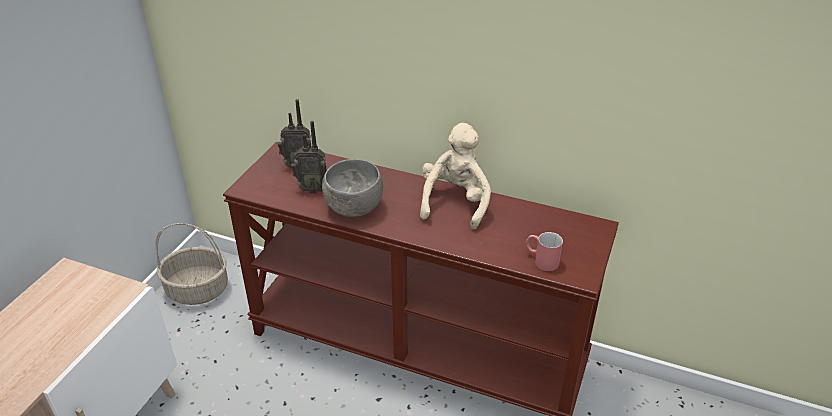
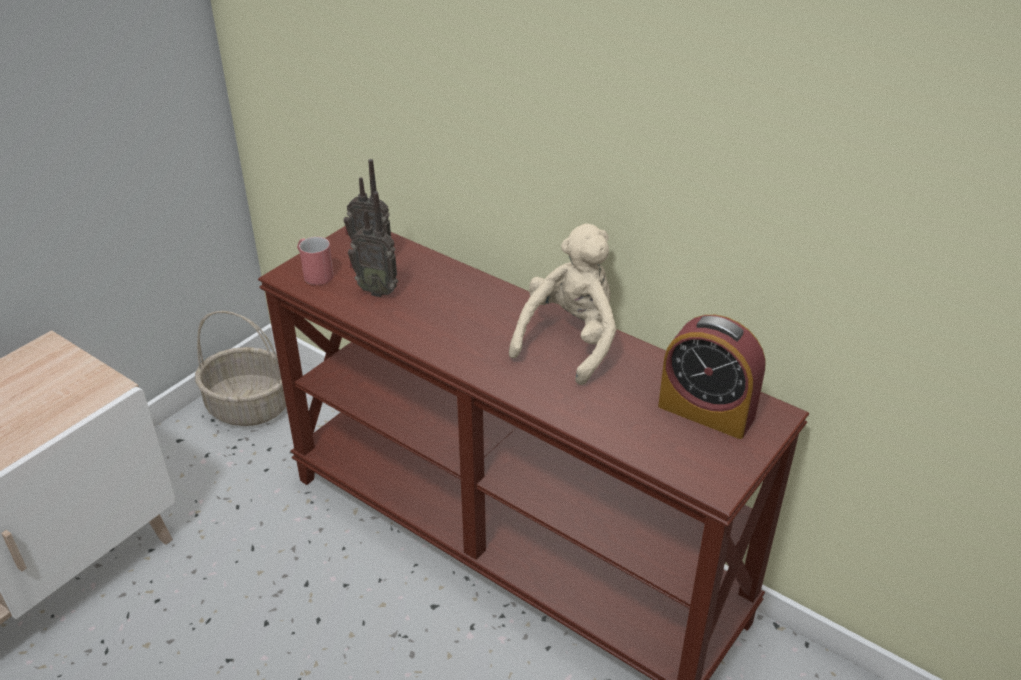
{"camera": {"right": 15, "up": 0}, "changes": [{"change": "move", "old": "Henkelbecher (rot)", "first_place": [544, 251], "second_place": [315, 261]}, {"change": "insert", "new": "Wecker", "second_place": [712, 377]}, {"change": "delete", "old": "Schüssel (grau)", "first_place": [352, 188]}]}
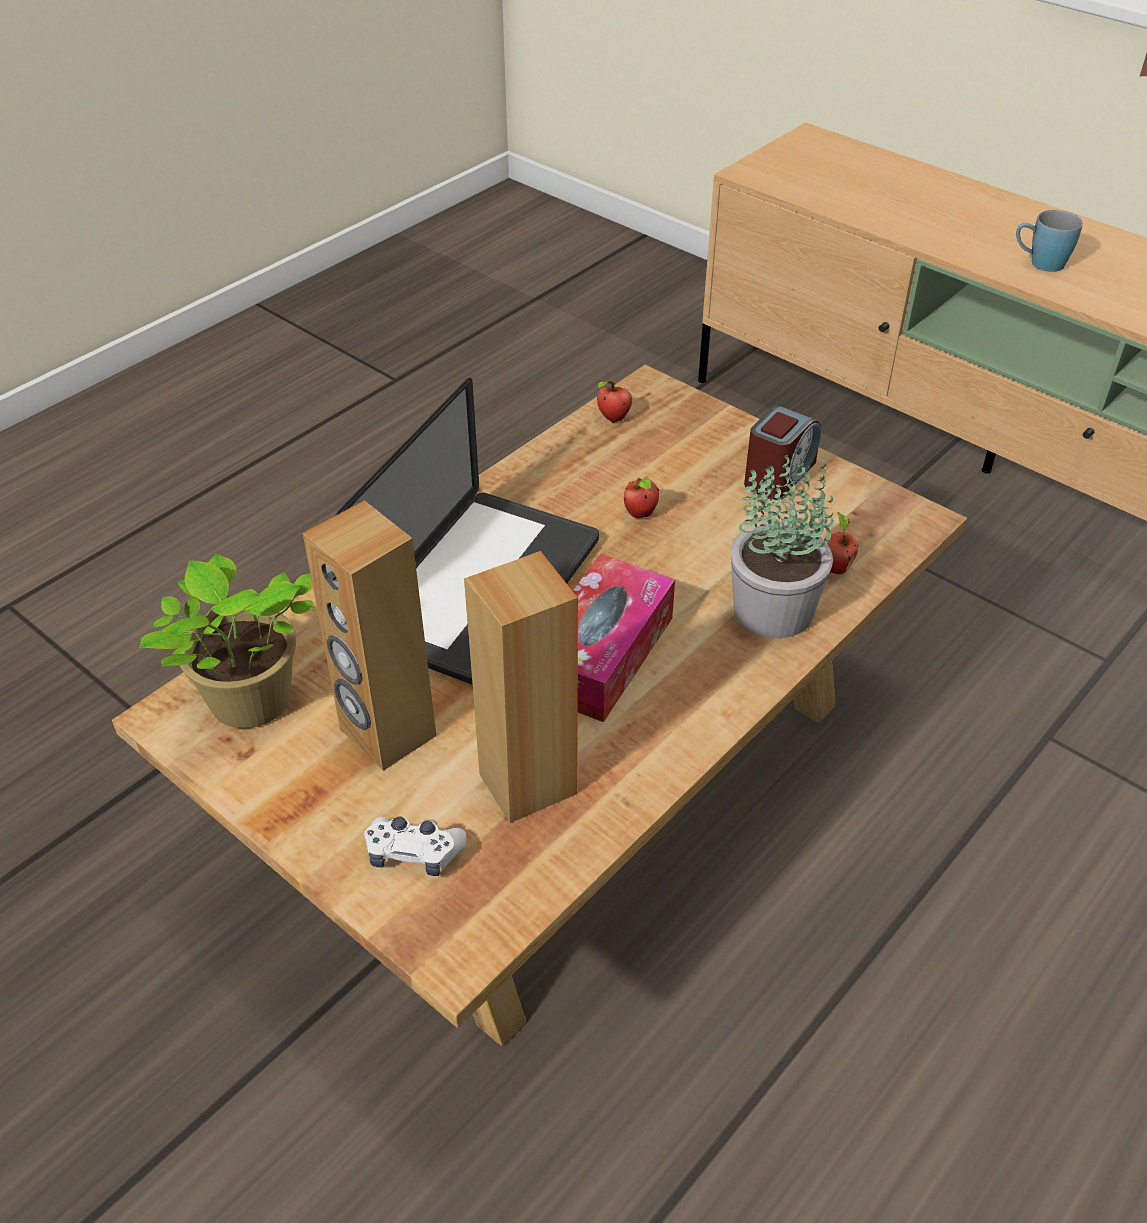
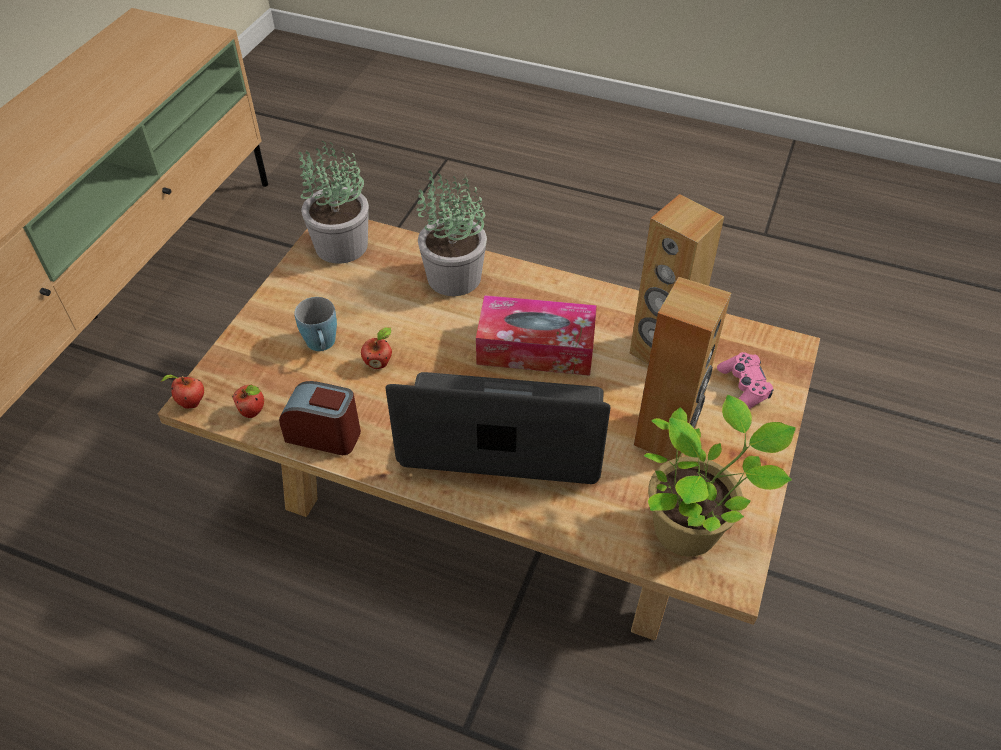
{"camera": {"right": -110, "up": 5}, "changes": [{"change": "move", "old": "Apfel", "first_place": [841, 543], "second_place": [182, 391]}, {"change": "move", "old": "Wecker", "first_place": [782, 452], "second_place": [320, 418]}, {"change": "move", "old": "Henkelbecher (blau)", "first_place": [1049, 241], "second_place": [316, 324]}, {"change": "insert", "new": "Topfpflanze", "second_place": [333, 202]}, {"change": "recolor", "old": "Gamepad (weiß)", "new": "Gamepad (rosa)", "first_place": [415, 846], "second_place": [745, 380]}]}
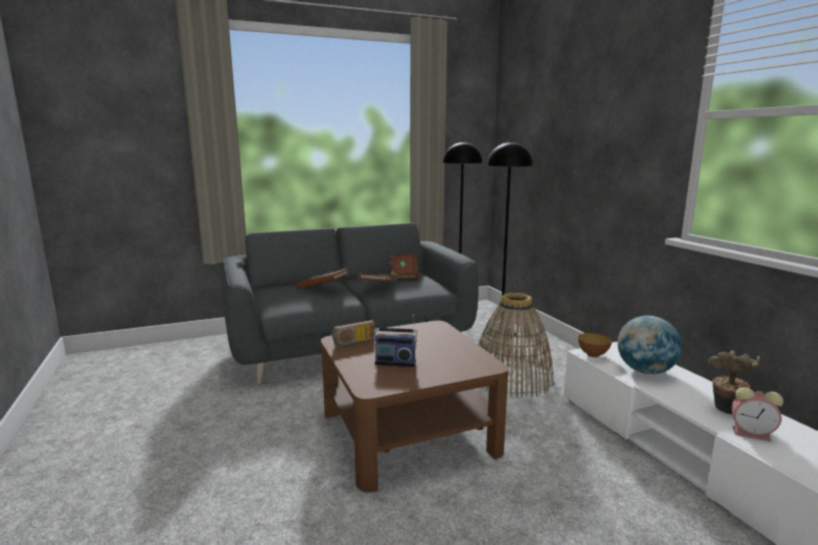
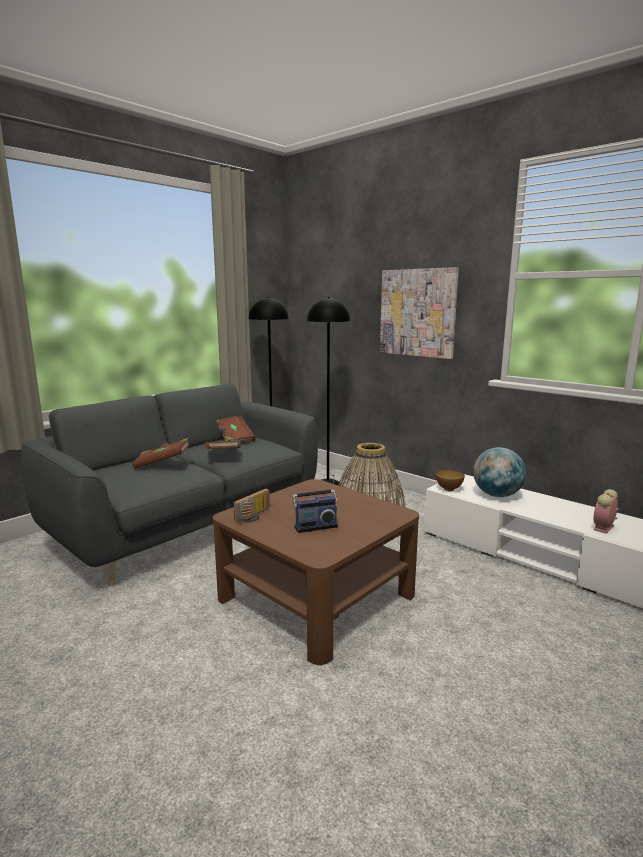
{"camera": {"right": -25, "up": 0}, "changes": [{"change": "insert", "new": "Bild", "second_place": [419, 313]}, {"change": "rotate", "old": "Wecker", "first_place": [757, 414], "second_place": [606, 511], "degrees": 135}, {"change": "delete", "old": "Topfpflanze", "first_place": [734, 382]}]}
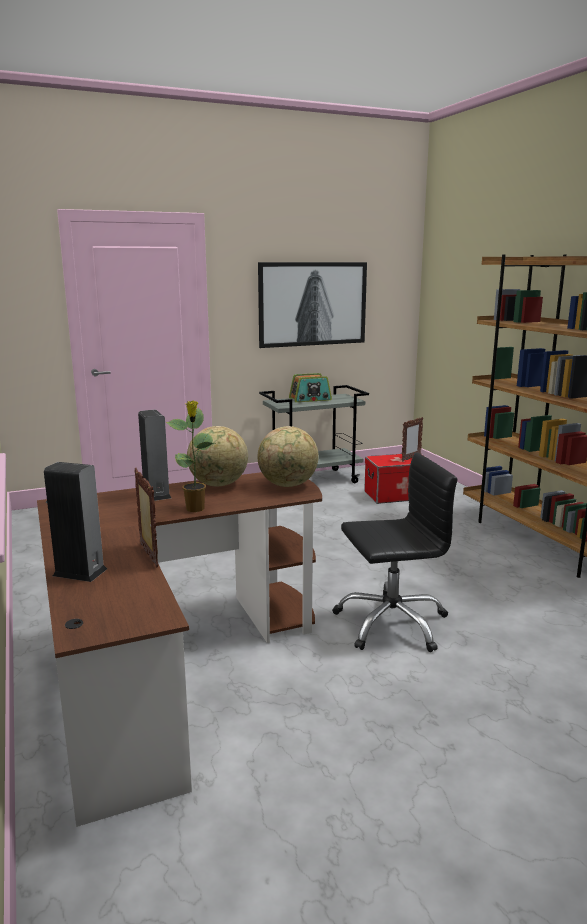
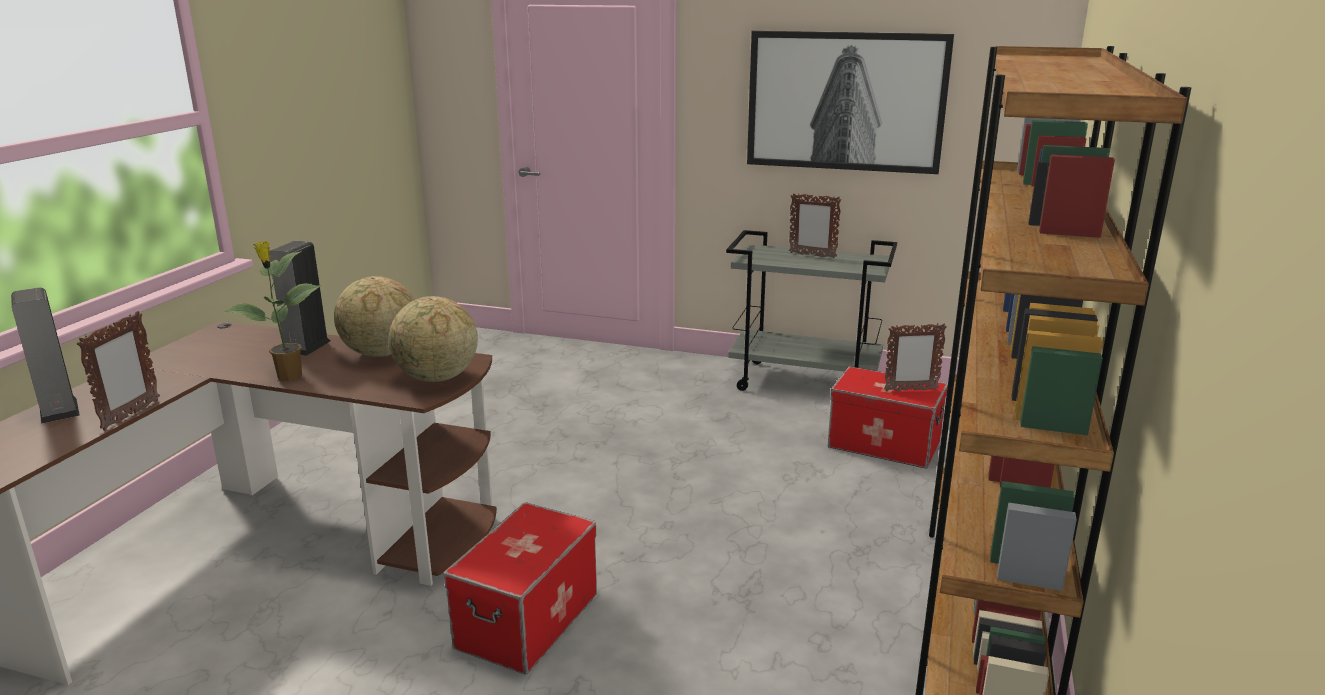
{"camera": {"right": 40, "up": 5}, "changes": [{"change": "replace", "old": "Bürostuhl (schwarz)", "new": "Aufbewahrungsbox", "first_place": [395, 552], "second_place": [520, 588]}, {"change": "replace", "old": "Radio", "new": "Bilderrahmen", "first_place": [310, 387], "second_place": [815, 225]}]}
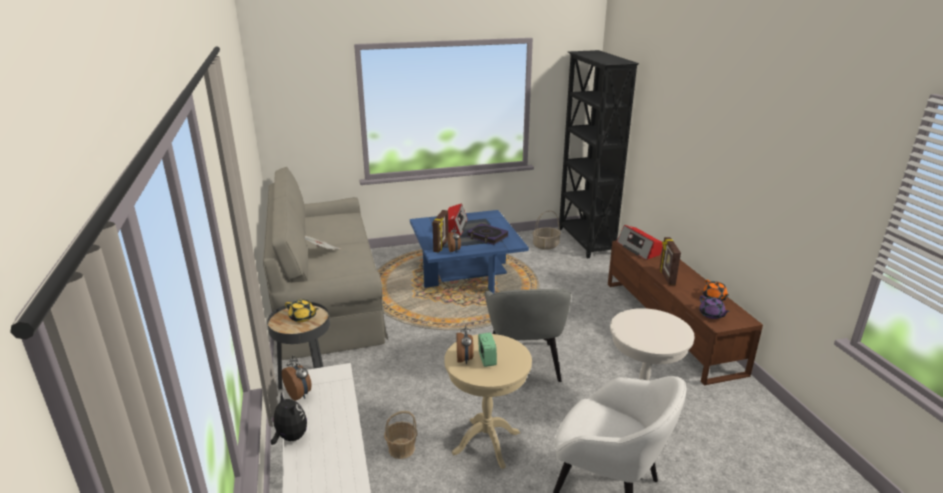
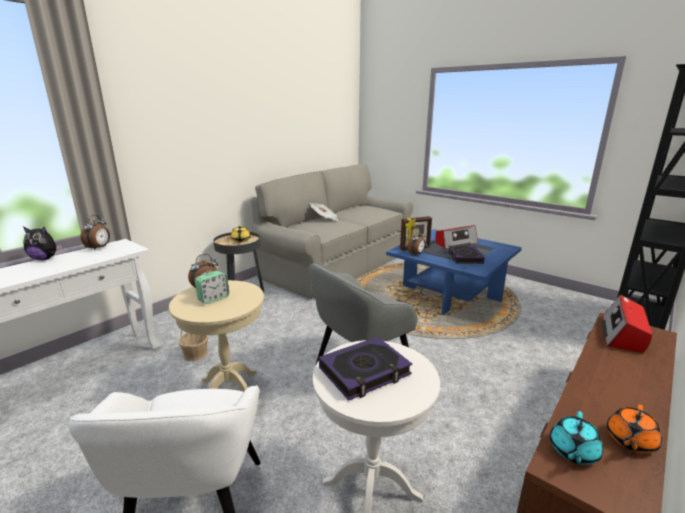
{"camera": {"right": 55, "up": -5}, "changes": [{"change": "rotate", "old": "Plüschtier", "first_place": [289, 418], "second_place": [42, 243], "degrees": 75}, {"change": "insert", "new": "Buch", "second_place": [365, 369]}, {"change": "recolor", "old": "Teekanne (lila)", "new": "Teekanne (türkis)", "first_place": [714, 307], "second_place": [576, 438]}, {"change": "delete", "old": "Korb", "first_place": [547, 230]}, {"change": "delete", "old": "Bilderrahmen", "first_place": [670, 261]}]}
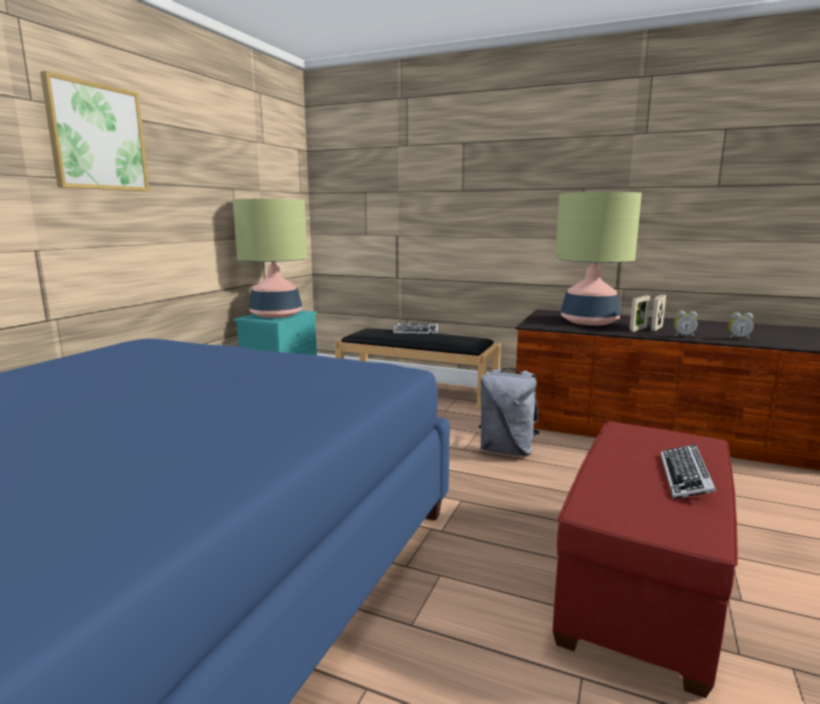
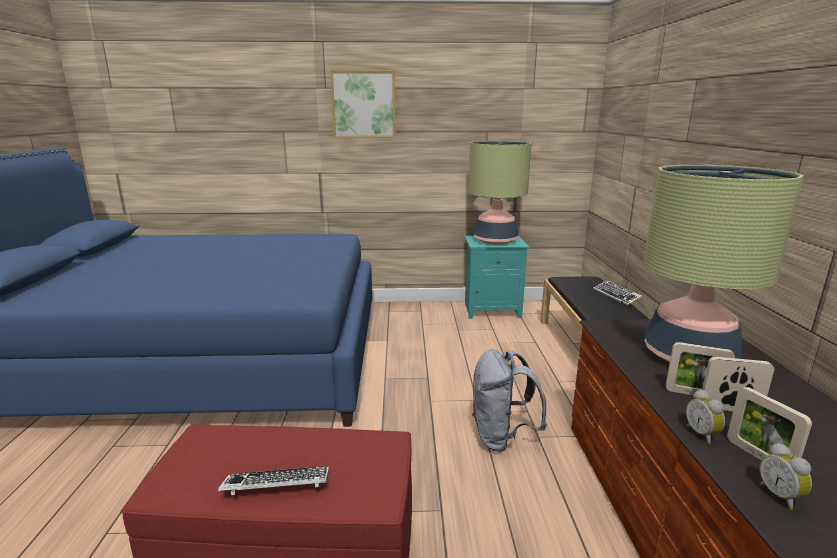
{"camera": {"right": 65, "up": 5}, "changes": [{"change": "insert", "new": "Bilderrahmen", "second_place": [769, 423]}]}
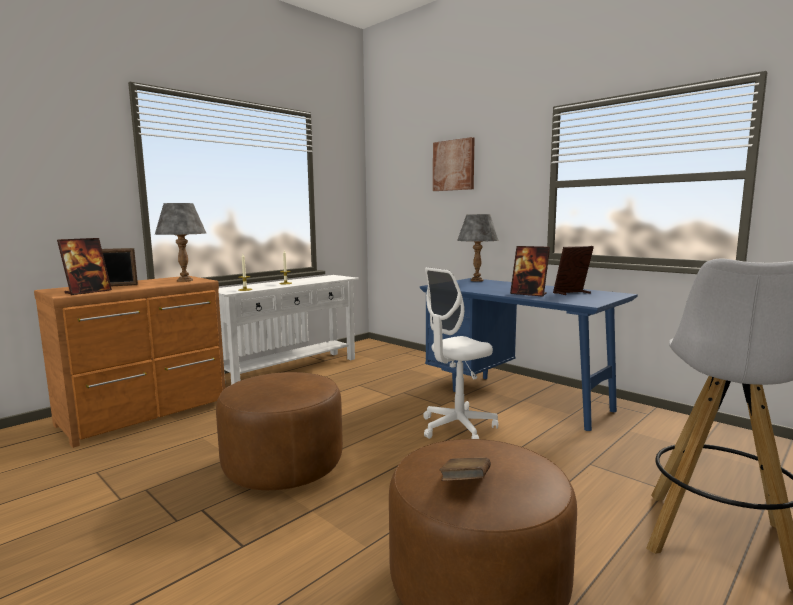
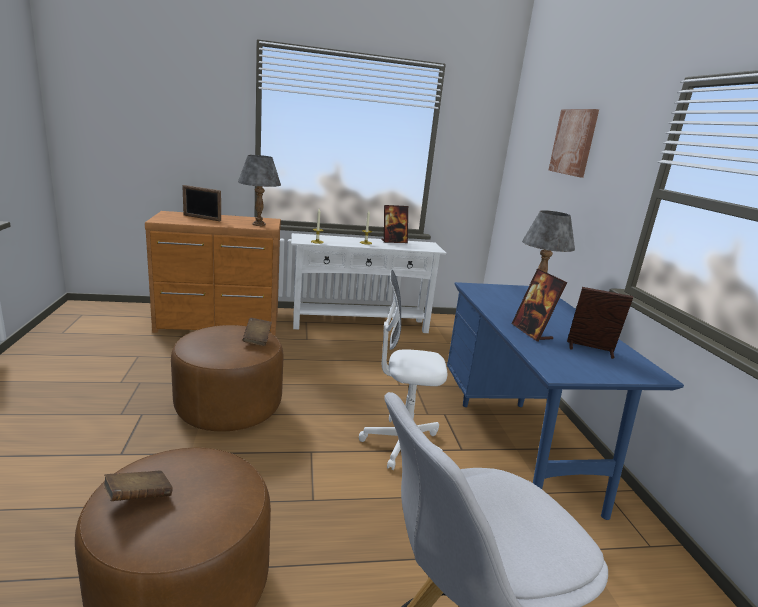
{"camera": {"right": 35, "up": 10}, "changes": [{"change": "insert", "new": "Buch (braun)", "second_place": [257, 332]}, {"change": "move", "old": "Bilderrahmen", "first_place": [84, 266], "second_place": [394, 224]}]}
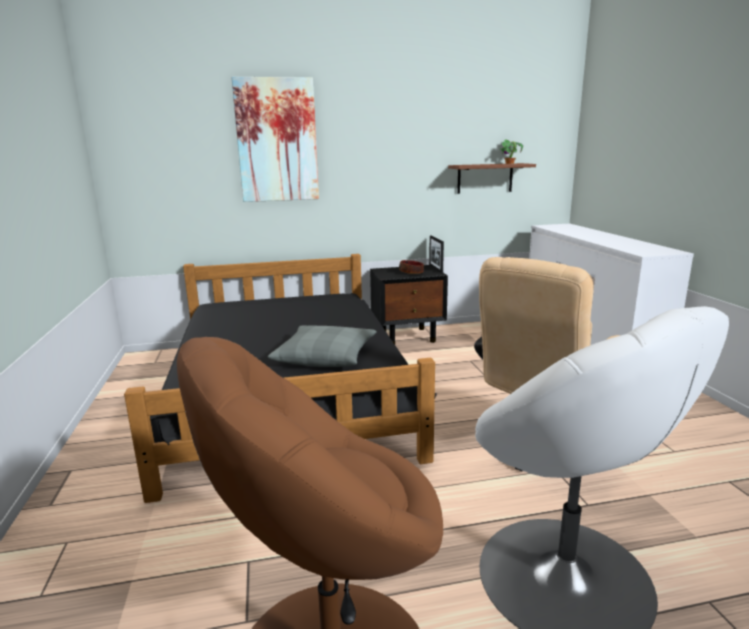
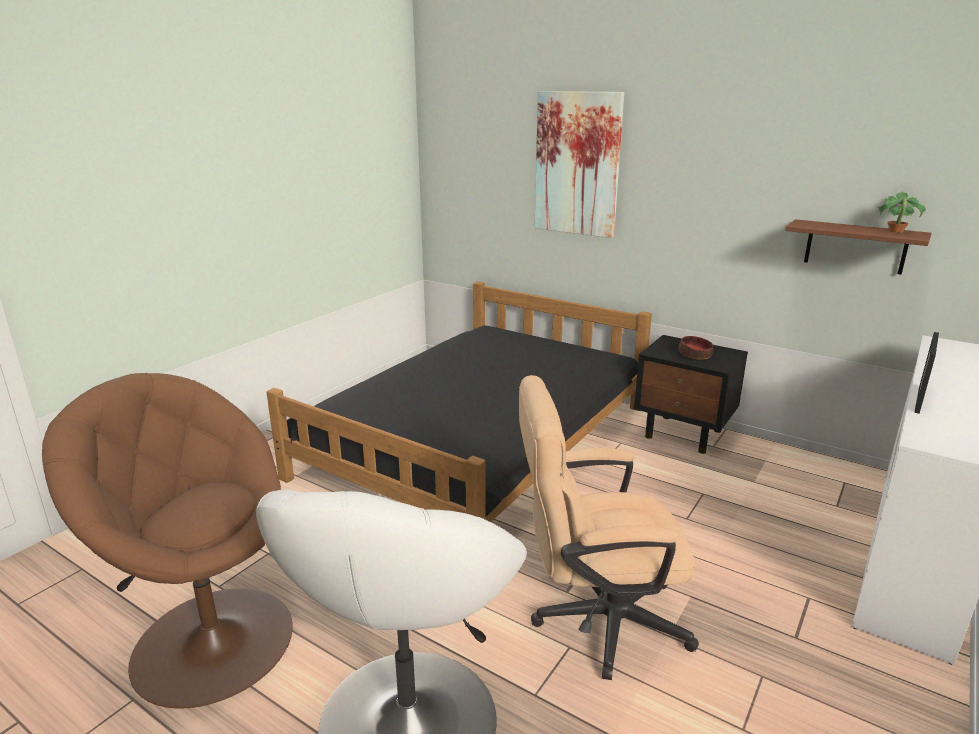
{"camera": {"right": 45, "up": 5}, "changes": [{"change": "move", "old": "Bilderrahmen", "first_place": [436, 254], "second_place": [926, 373]}, {"change": "delete", "old": "Kissen (grau)", "first_place": [322, 346]}]}
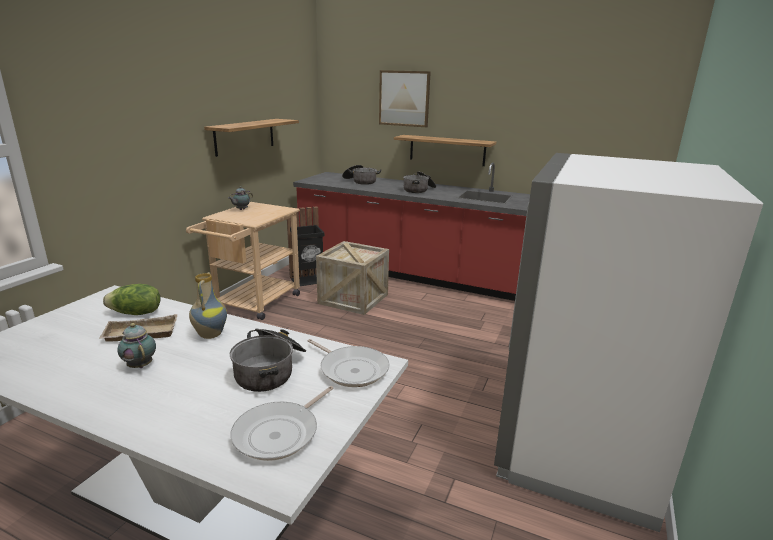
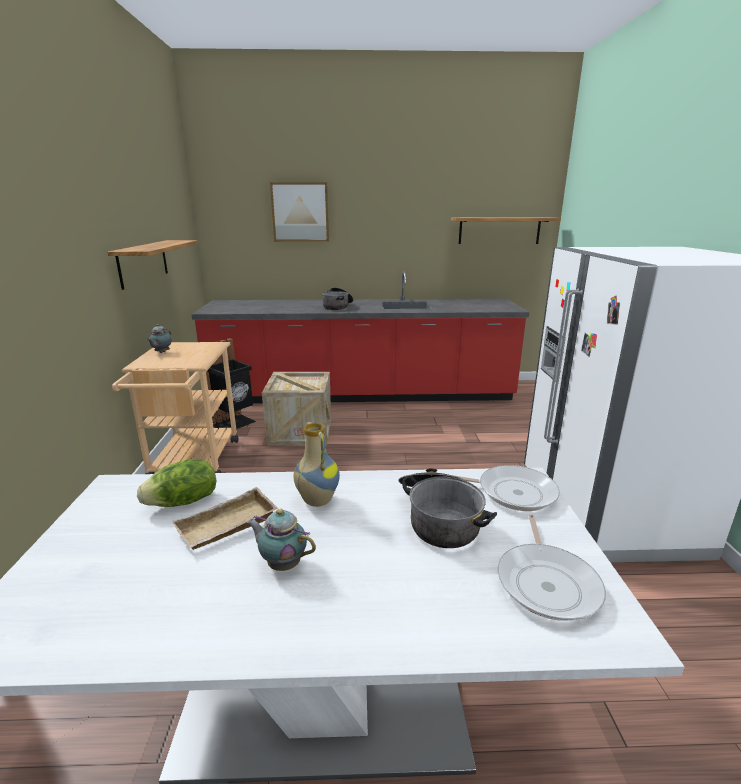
{"camera": {"right": -25, "up": 0}, "changes": [{"change": "move", "old": "Wandregal", "first_place": [445, 150], "second_place": [506, 230]}, {"change": "delete", "old": "Kochtopf", "first_place": [362, 175]}]}
